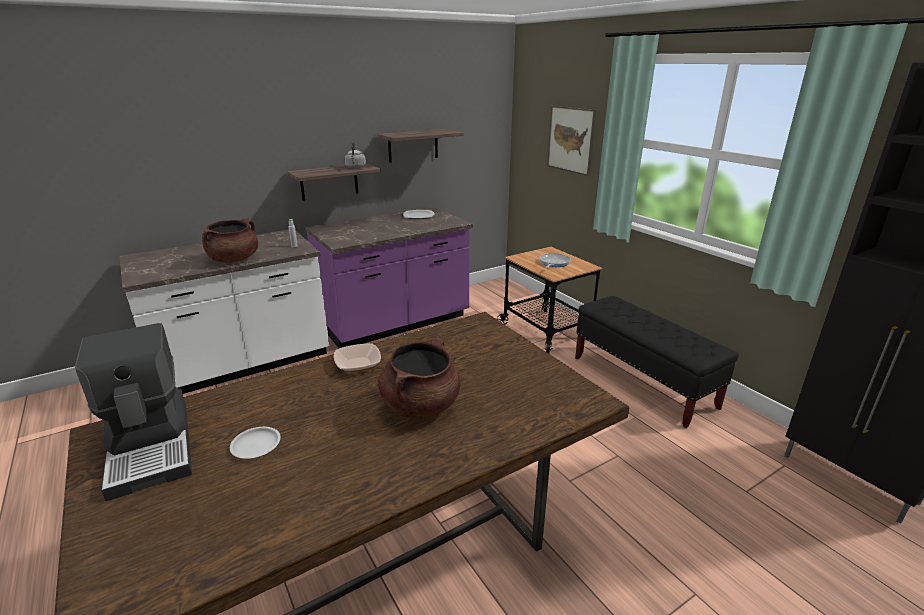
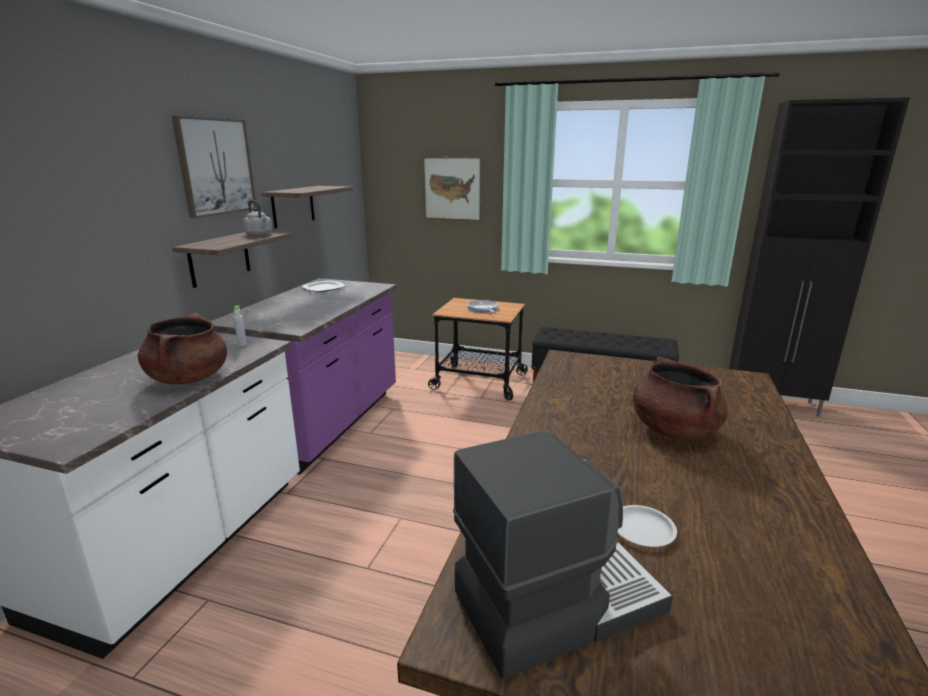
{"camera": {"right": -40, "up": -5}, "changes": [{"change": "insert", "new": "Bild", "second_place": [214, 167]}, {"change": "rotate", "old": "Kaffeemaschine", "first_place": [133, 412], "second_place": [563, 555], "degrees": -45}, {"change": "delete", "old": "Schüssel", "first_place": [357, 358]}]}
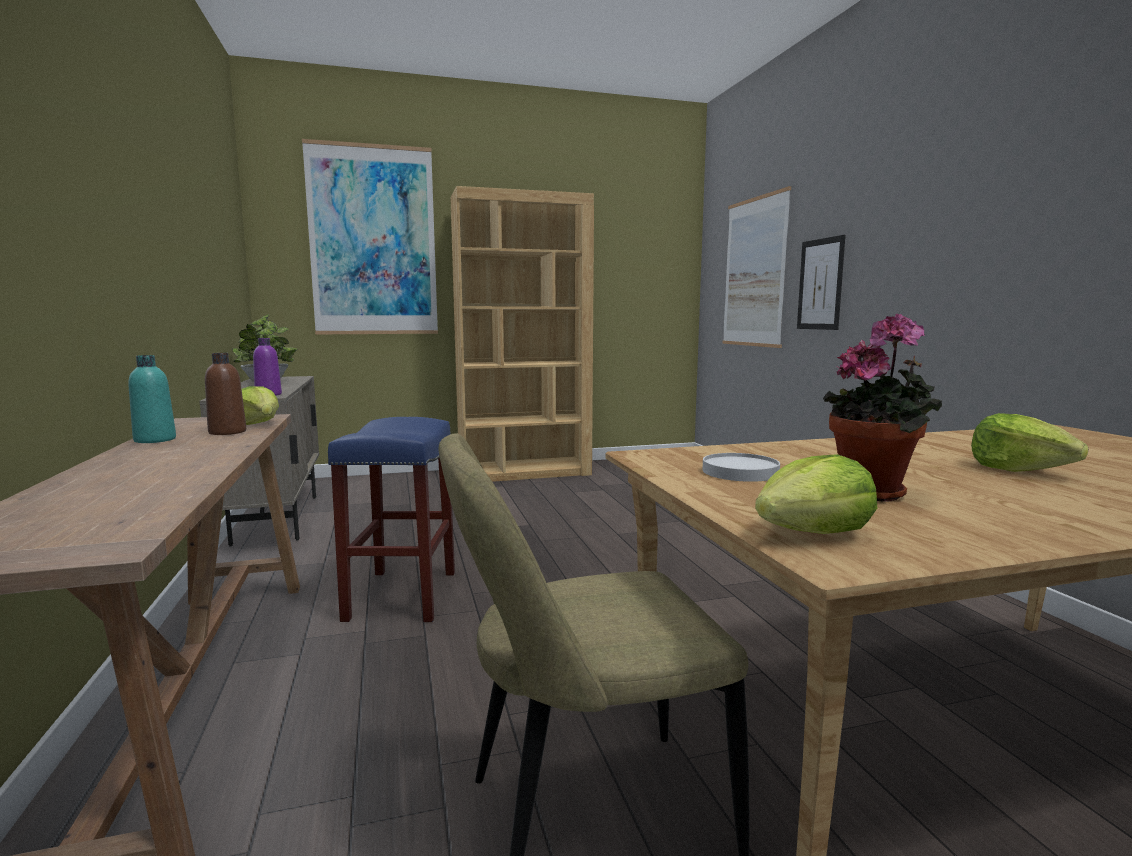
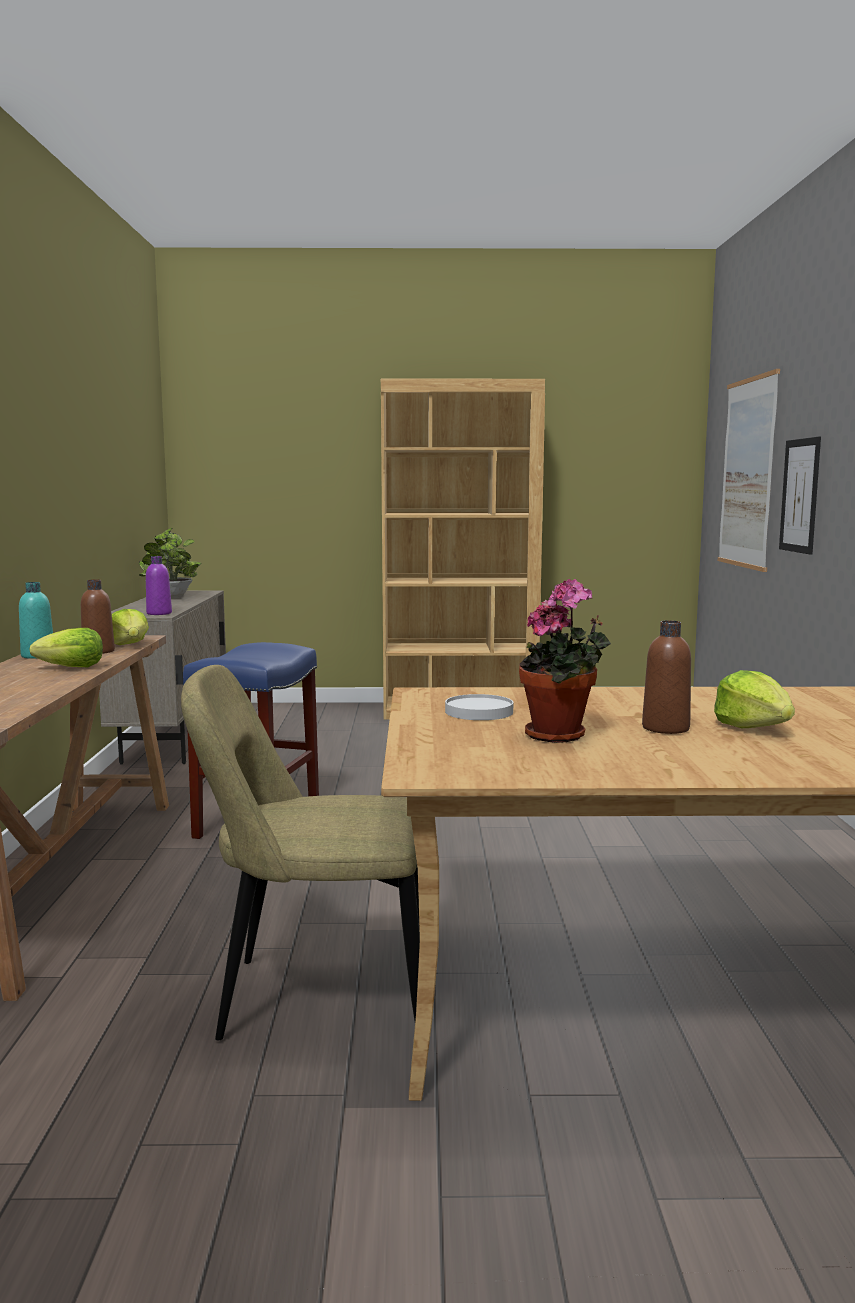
{"camera": {"right": 15, "up": 0}, "changes": [{"change": "move", "old": "Salatkopf", "first_place": [816, 494], "second_place": [66, 647]}, {"change": "insert", "new": "Flasche (braun)", "second_place": [666, 677]}, {"change": "delete", "old": "Bild", "first_place": [370, 236]}]}
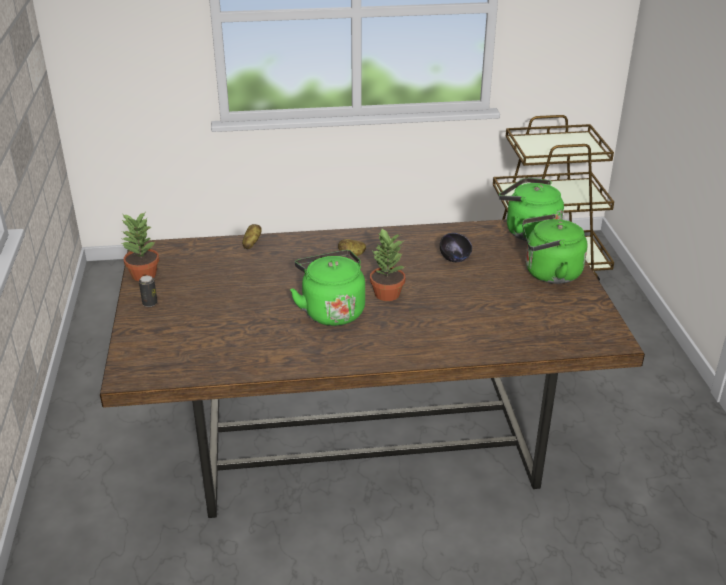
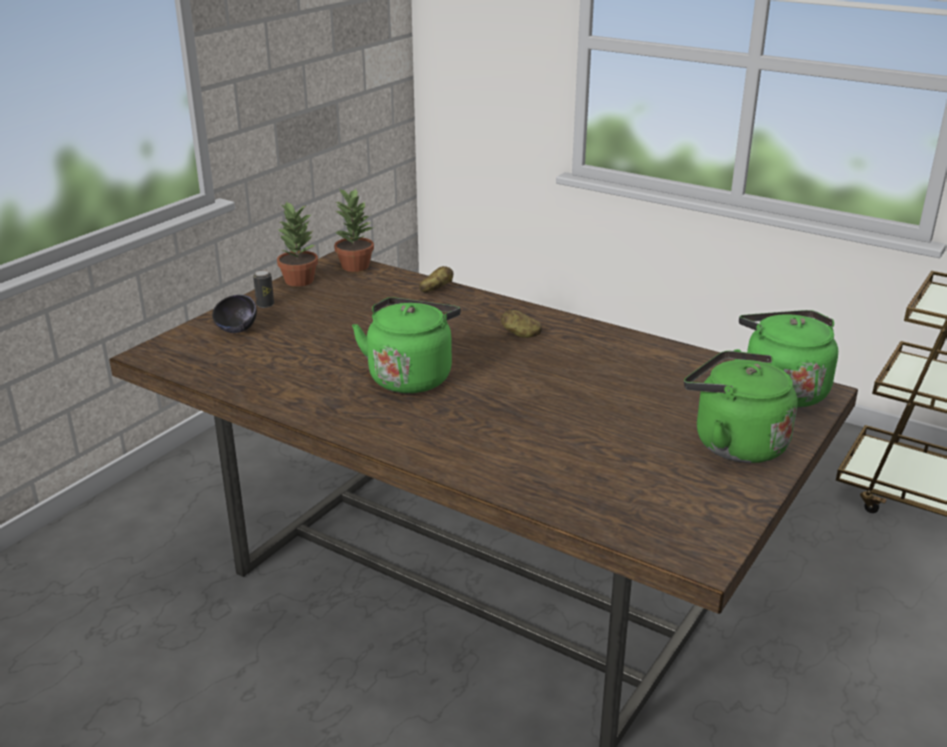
{"camera": {"right": 40, "up": -5}, "changes": [{"change": "move", "old": "Schüssel (schwarz)", "first_place": [456, 247], "second_place": [234, 314]}, {"change": "move", "old": "Topfpflanze", "first_place": [387, 265], "second_place": [354, 230]}]}
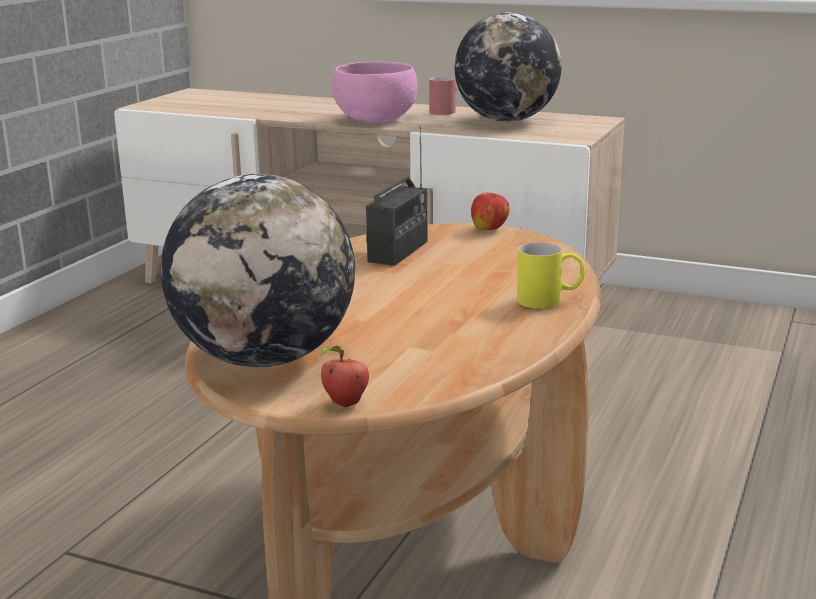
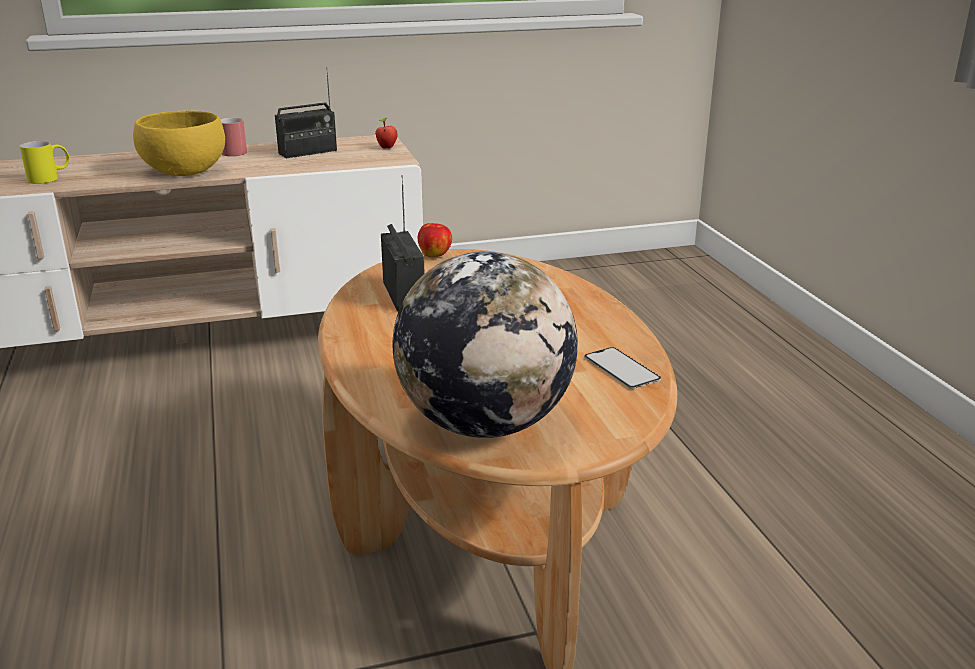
{"camera": {"right": -40, "up": 5}, "changes": [{"change": "move", "old": "Henkelbecher (gelb)", "first_place": [551, 275], "second_place": [44, 162]}, {"change": "recolor", "old": "Schüssel (rosa)", "new": "Schüssel (gelb)", "first_place": [374, 92], "second_place": [179, 143]}, {"change": "replace", "old": "Globus", "new": "Radio", "first_place": [508, 67], "second_place": [306, 112]}, {"change": "move", "old": "Apfel", "first_place": [345, 376], "second_place": [386, 133]}, {"change": "insert", "new": "Handy", "second_place": [622, 368]}]}
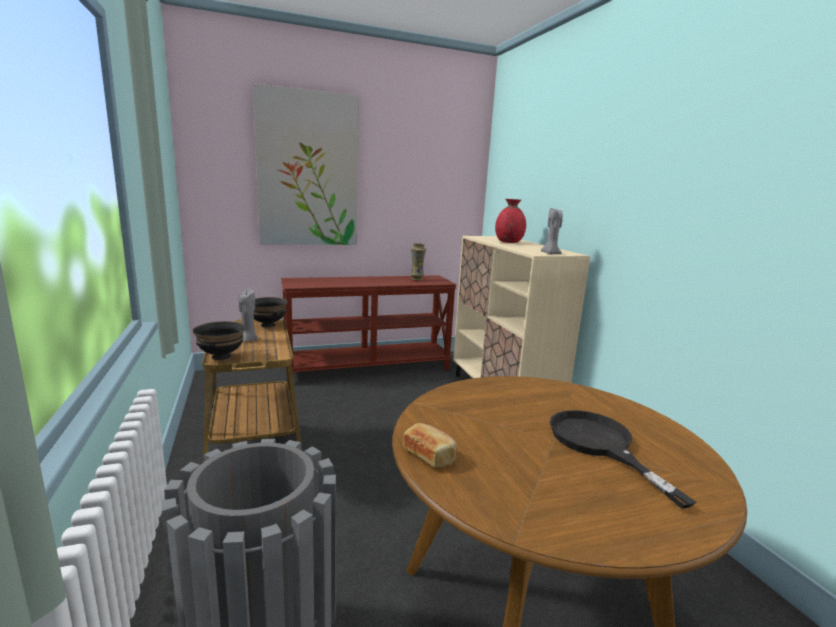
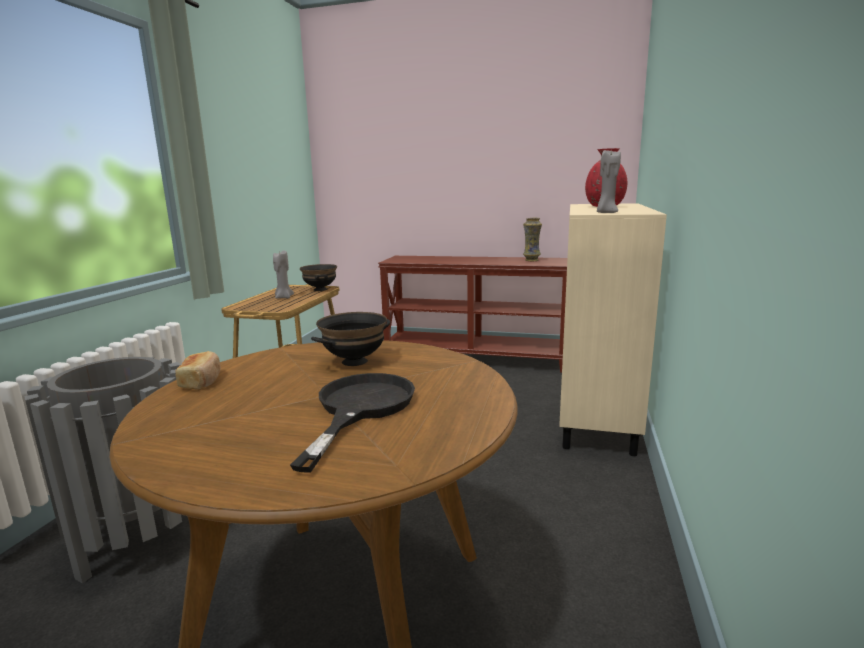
{"camera": {"right": 35, "up": 0}, "changes": [{"change": "move", "old": "Schüssel (schwarz)", "first_place": [219, 340], "second_place": [350, 339]}, {"change": "delete", "old": "Bild", "first_place": [306, 164]}]}
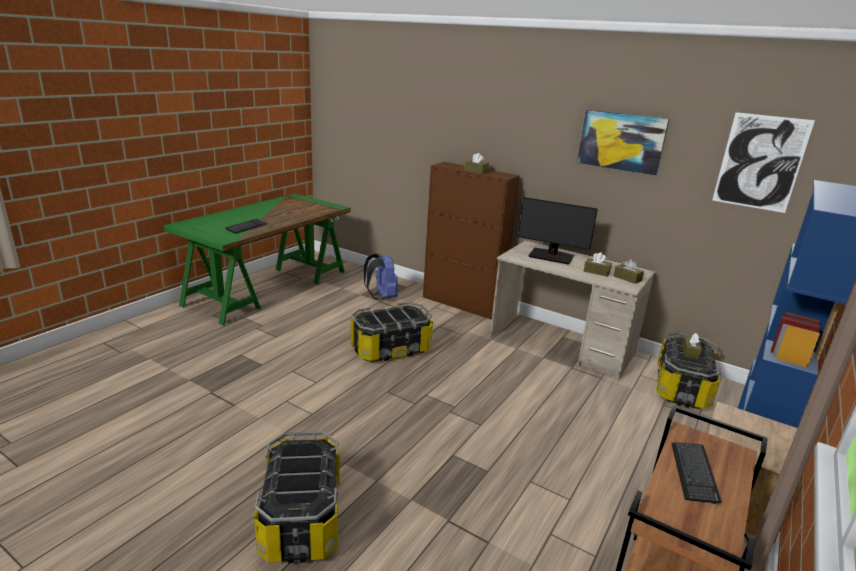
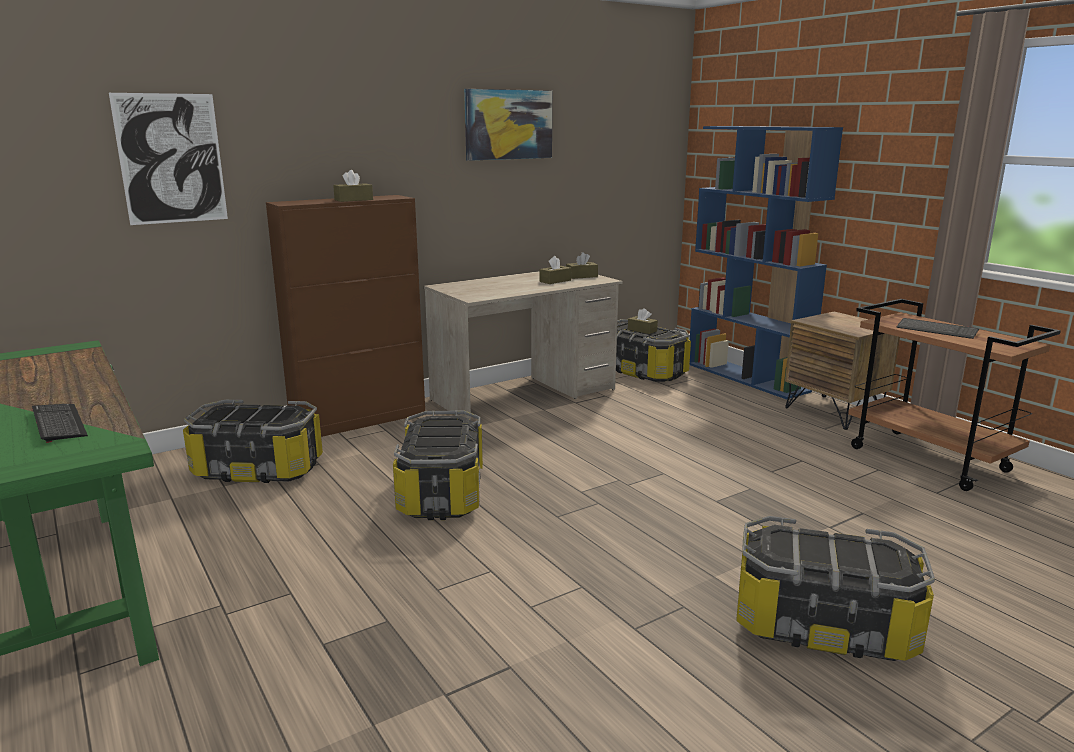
{"camera": {"right": -65, "up": -5}, "changes": [{"change": "move", "old": "Bild", "first_place": [763, 162], "second_place": [168, 159]}, {"change": "replace", "old": "Rucksack (blau)", "new": "Aufbewahrungsbox", "first_place": [381, 276], "second_place": [253, 441]}, {"change": "delete", "old": "Monitor", "first_place": [558, 231]}]}
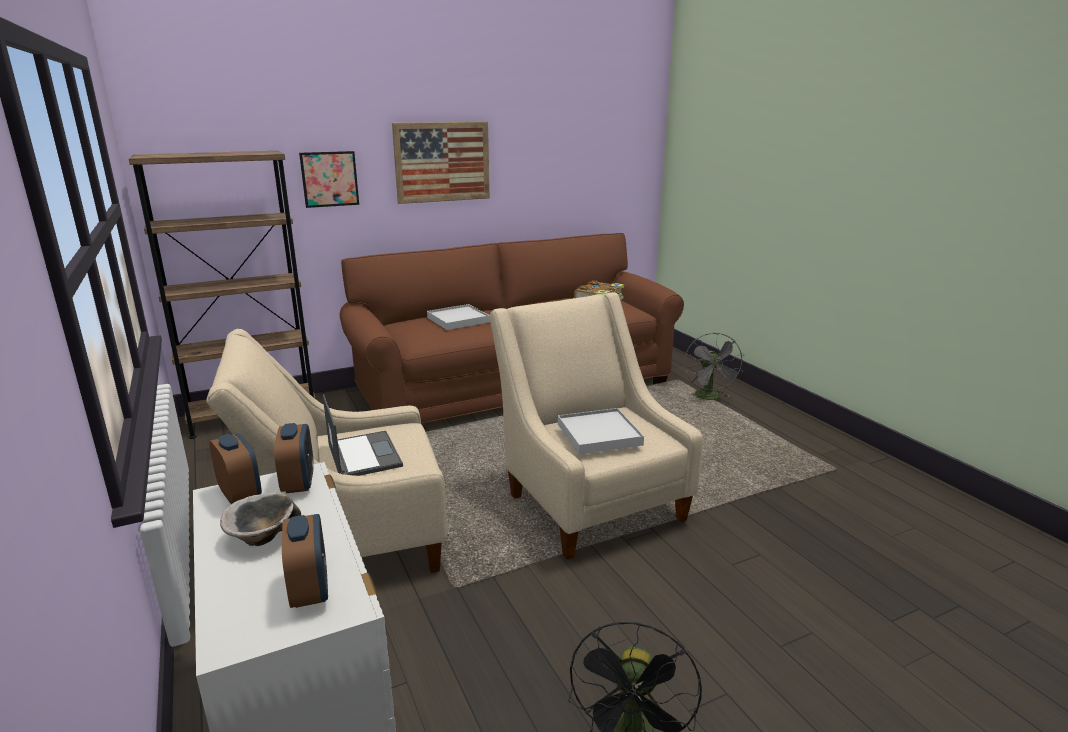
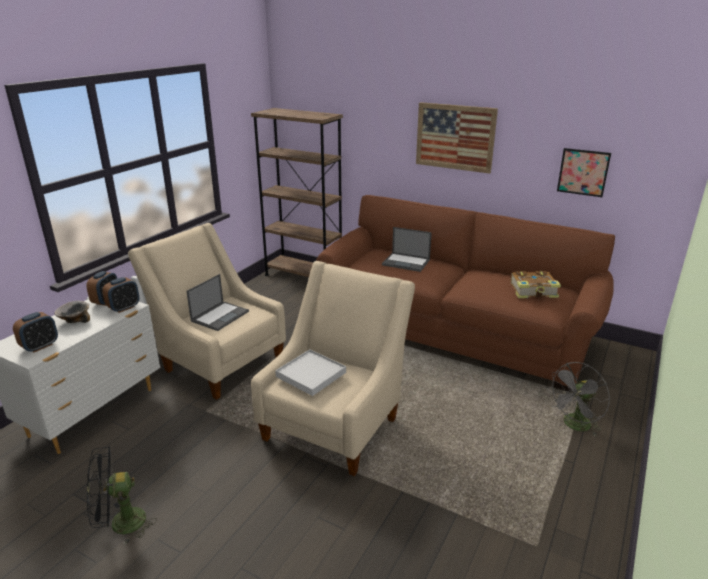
{"camera": {"right": 55, "up": 5}, "changes": [{"change": "replace", "old": "Tablett (weiß)", "new": "Laptop", "first_place": [458, 317], "second_place": [407, 249]}, {"change": "move", "old": "Bild", "first_place": [329, 179], "second_place": [584, 172]}]}
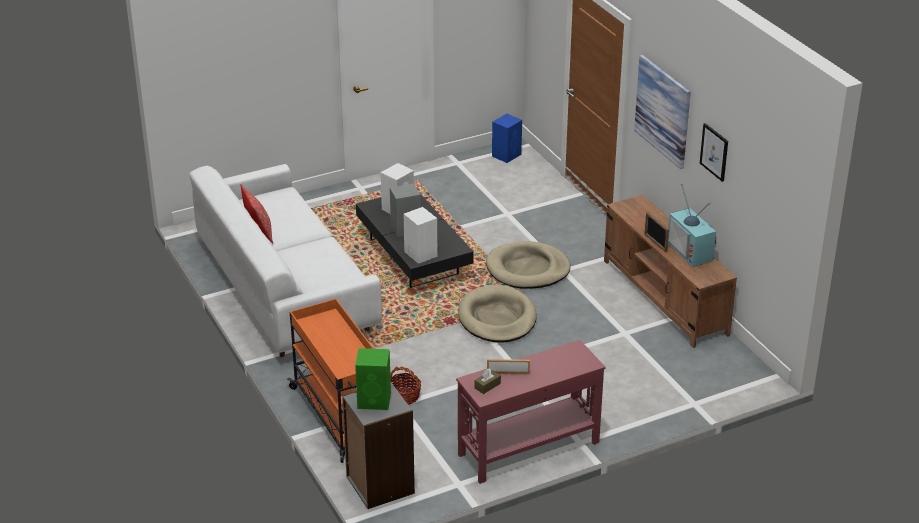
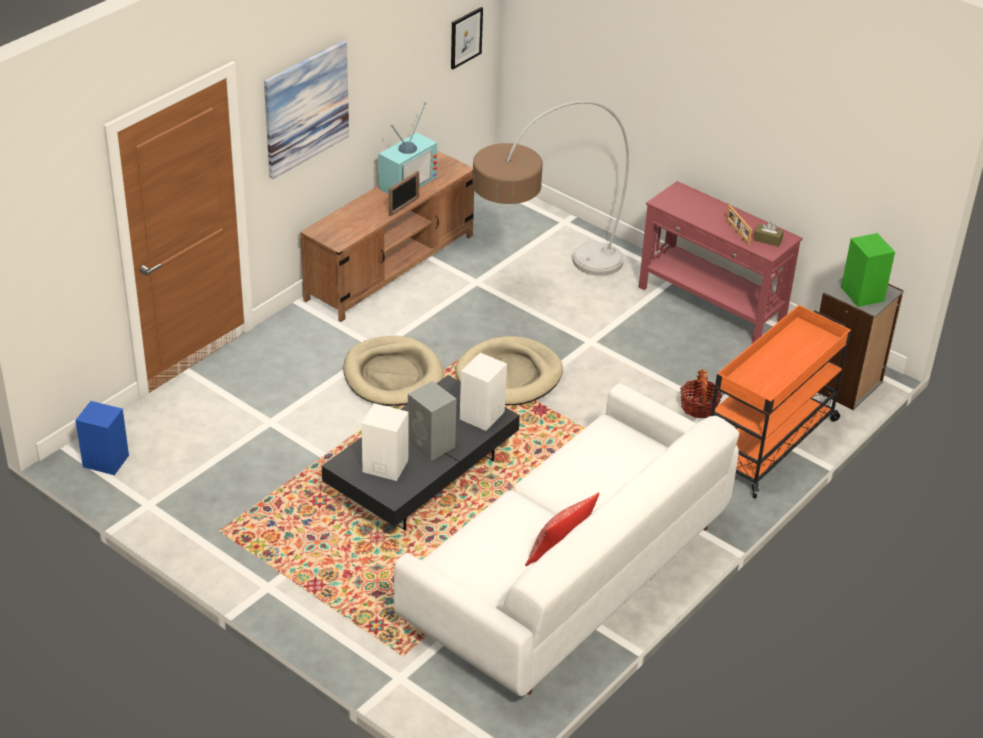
{"camera": {"right": -115, "up": 5}, "changes": [{"change": "move", "old": "Bild", "first_place": [714, 152], "second_place": [467, 38]}, {"change": "insert", "new": "Stehlampe", "second_place": [550, 188]}]}
